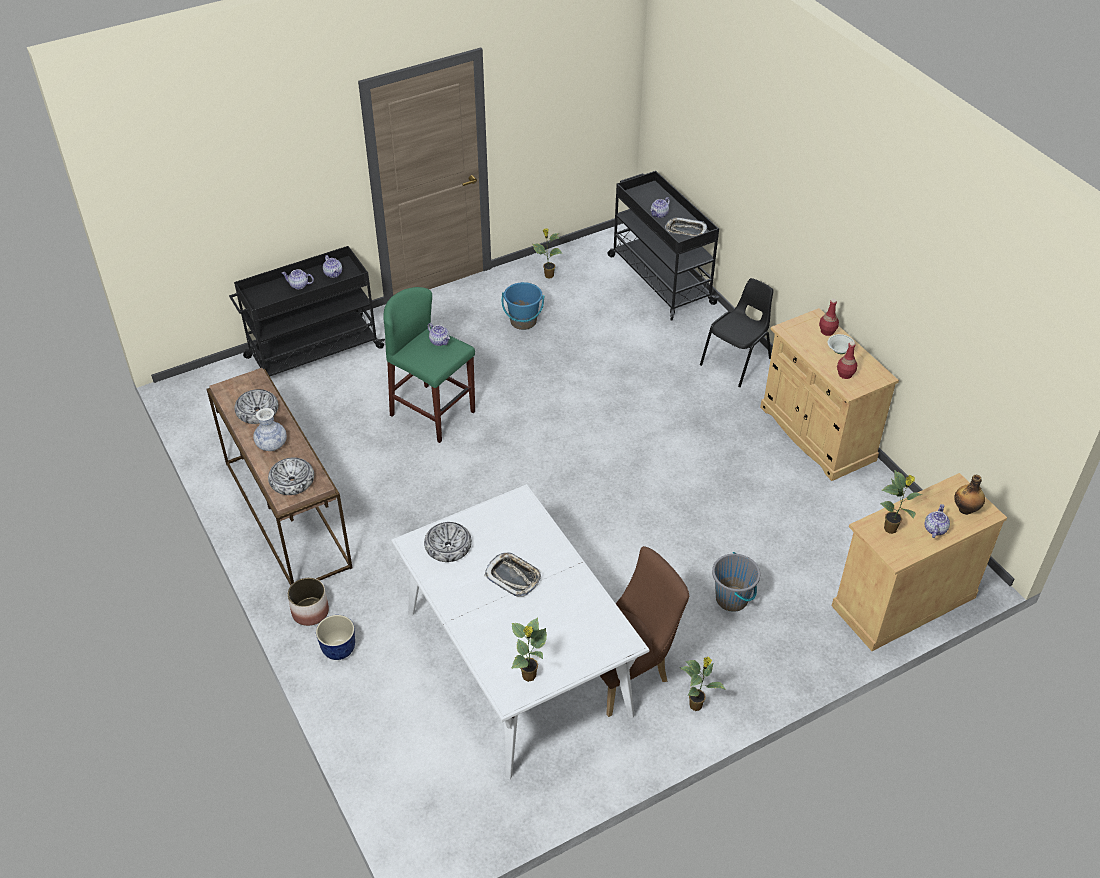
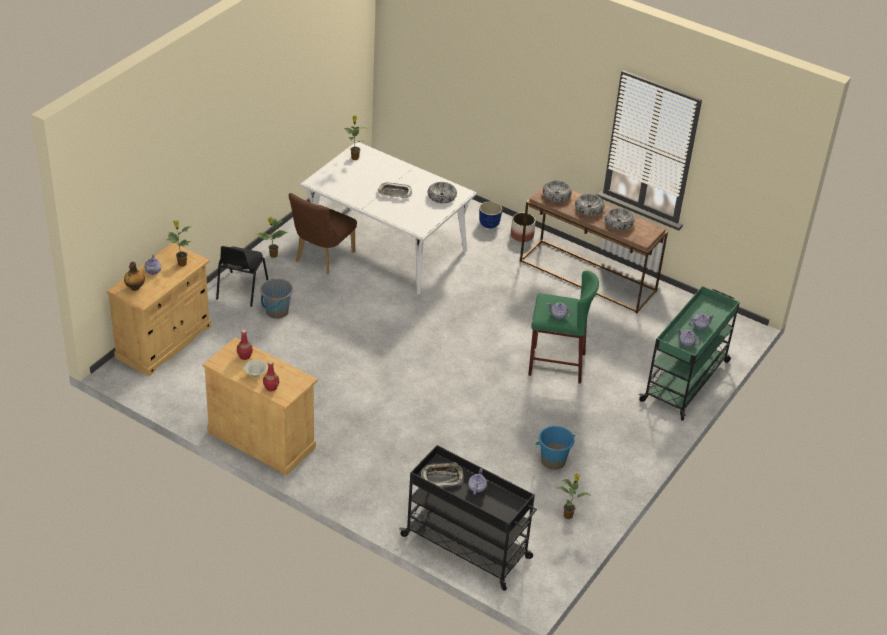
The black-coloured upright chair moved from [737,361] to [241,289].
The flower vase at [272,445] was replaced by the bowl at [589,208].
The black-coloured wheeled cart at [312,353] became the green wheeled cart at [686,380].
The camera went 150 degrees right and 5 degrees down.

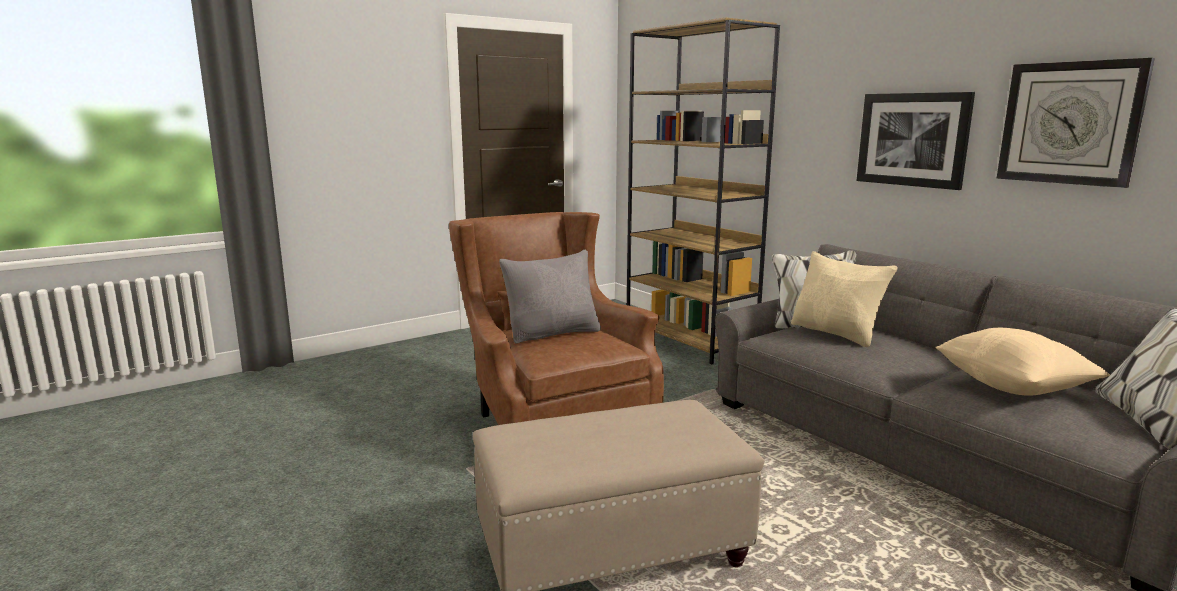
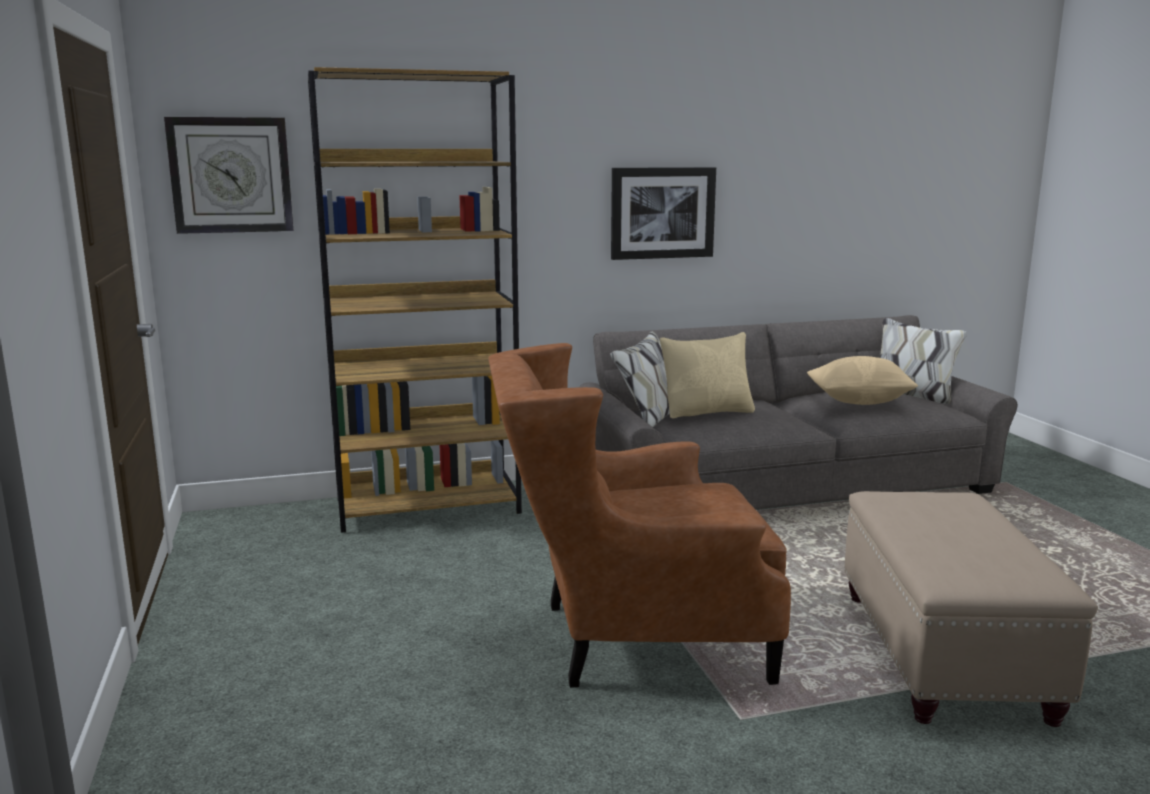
The wall clock moved from [1070,123] to [231,175].
The grey cushion at [553,333] disappeared.
The camera went 70 degrees left and 0 degrees up.

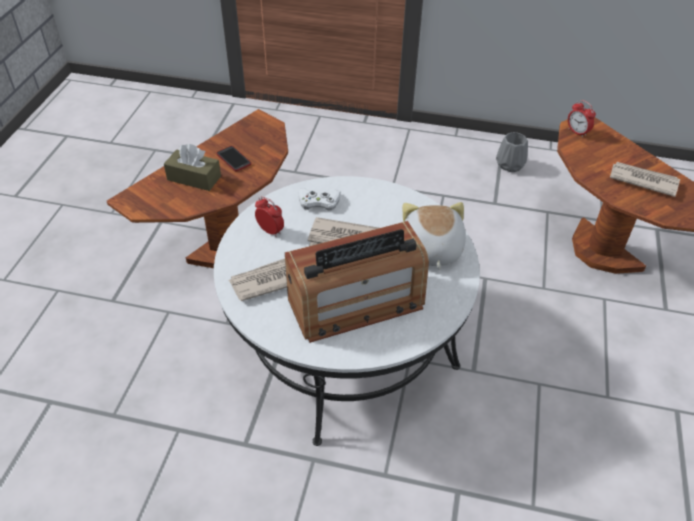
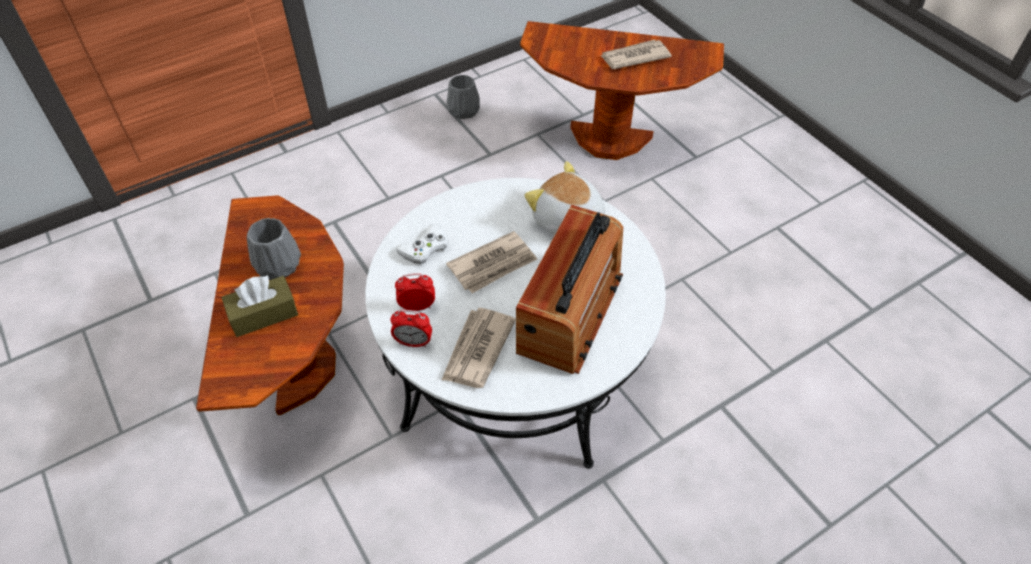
The telephone at [233,159] was replaced by the grey flower vase at [279,266].
The table clock moved from [577,132] to [413,342].
The camera went 45 degrees left and 5 degrees up.

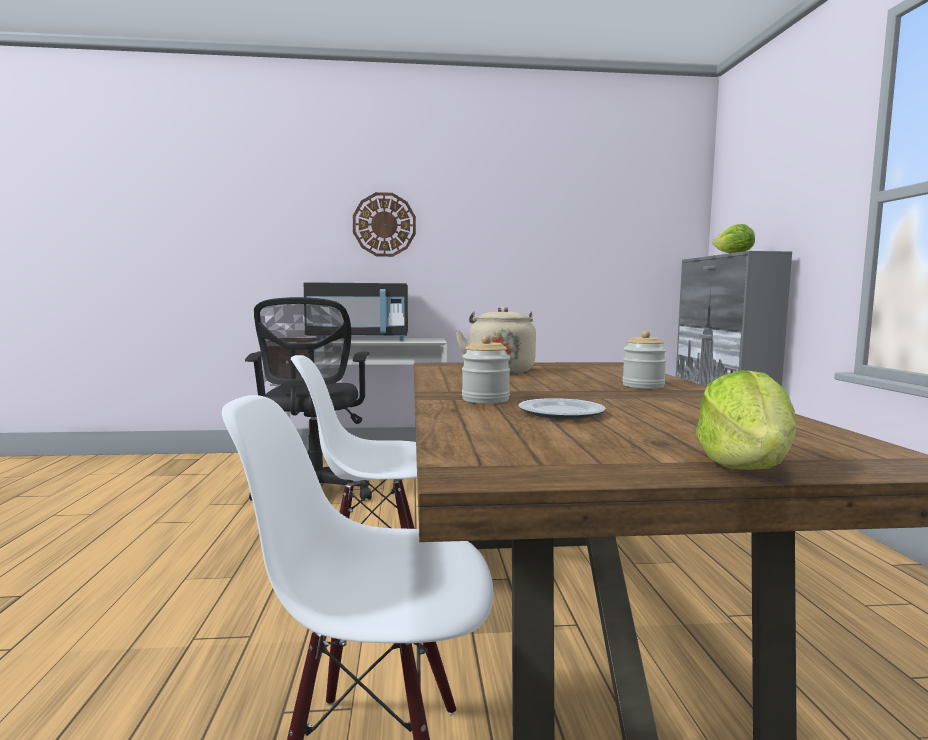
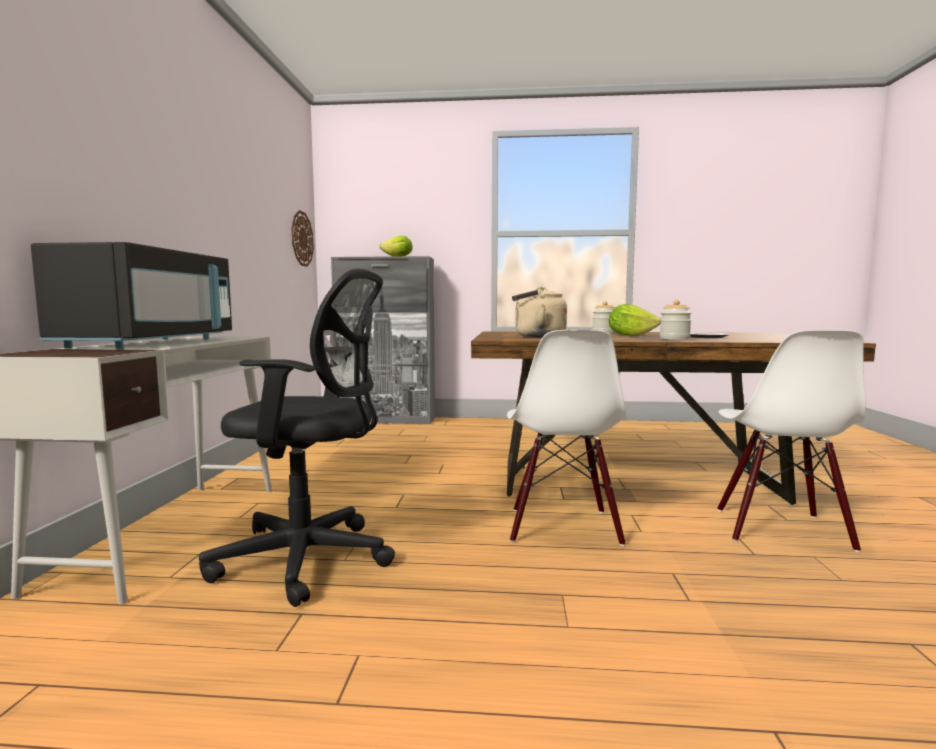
The wall clock moved from [384,224] to [301,239].
The lettuce moved from [745,466] to [630,335].
The camera went 80 degrees left and 0 degrees up.

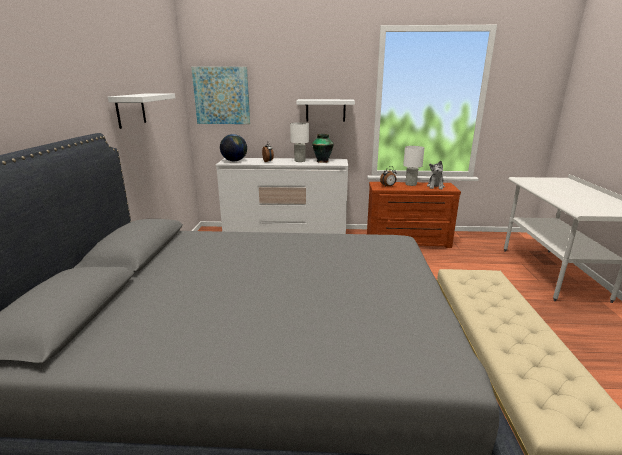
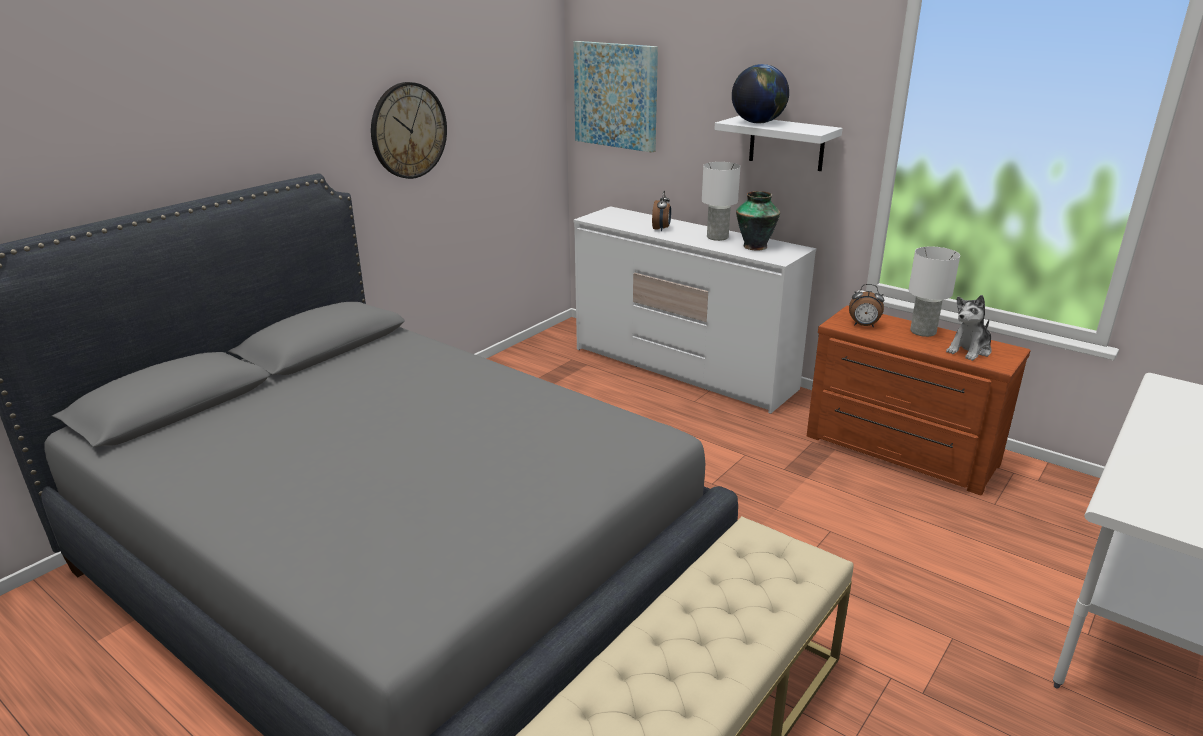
The white-coloured bracket shelf at [130,110] was replaced by the wall clock at [408,130].
The desk globe moved from [234,161] to [758,123].
The camera went 35 degrees right and 5 degrees up.

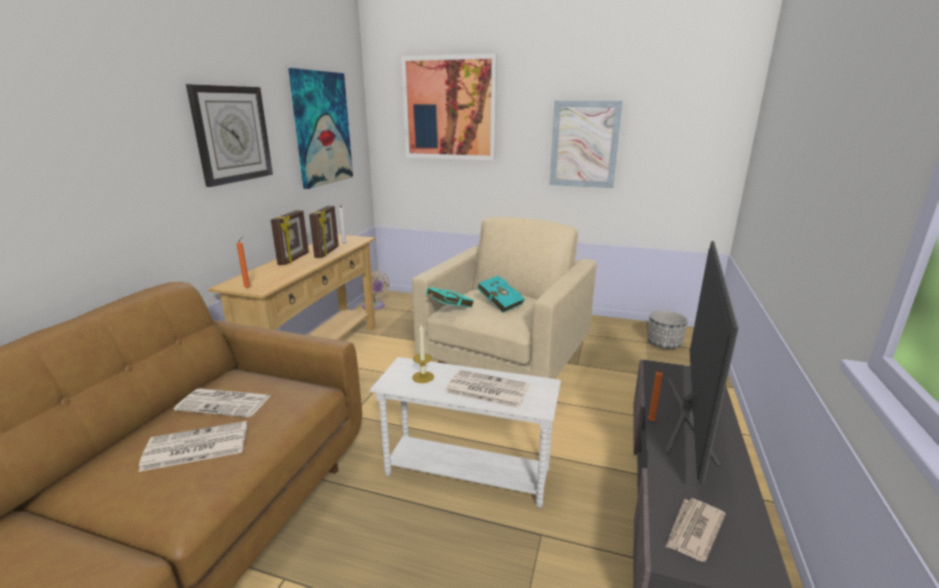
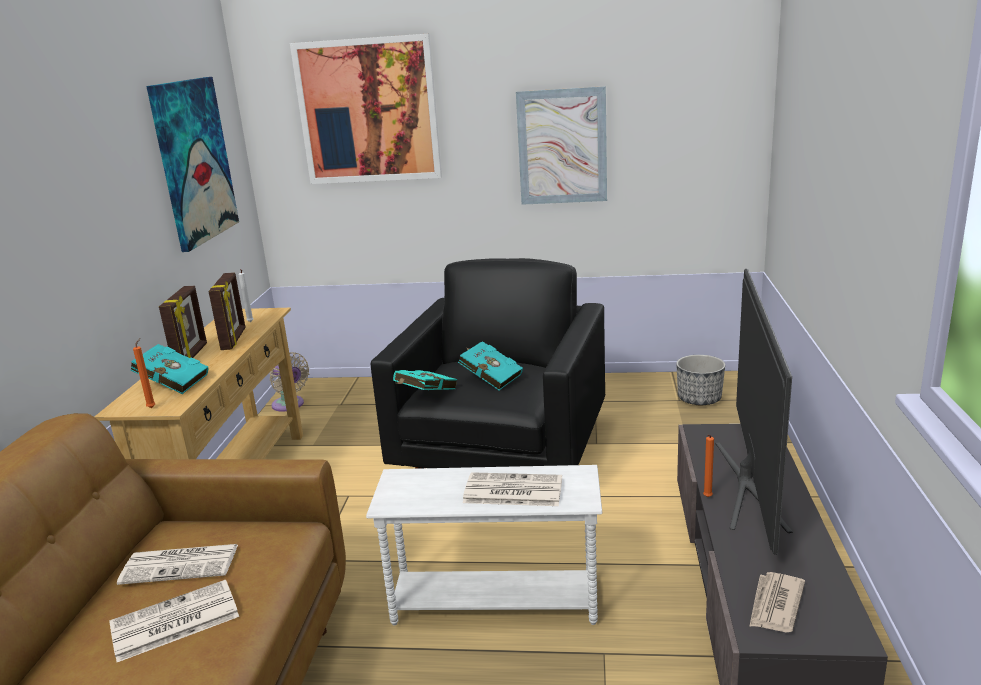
The turquoise-coloured book at [171,383] appeared.
The beige-coloured armchair at [505,365] became the black-coloured armchair at [503,460].
The wall clock at [232,134] disappeared.
The candle at [423,377] disappeared.
The camera went 10 degrees left and 0 degrees up.

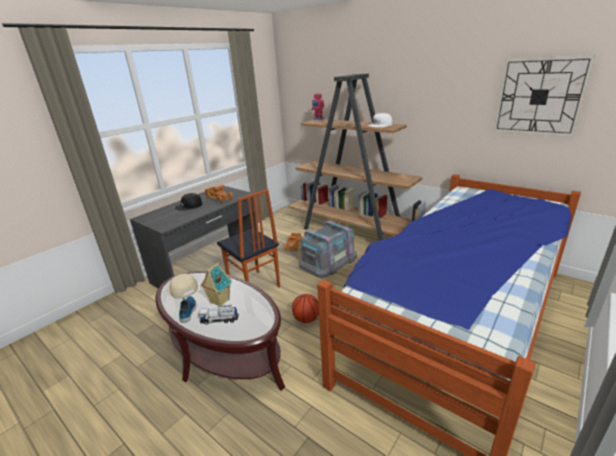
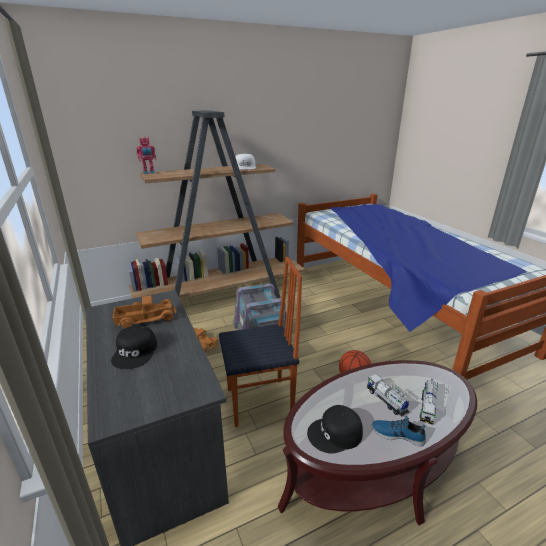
The beige-coloured peaked cap at [182,289] became the black-coloured peaked cap at [335,434].
The model house at [219,301] was replaced by the model truck at [386,400].
The wall clock at [539,97] disappeared.
The camera went 65 degrees left and 0 degrees up.

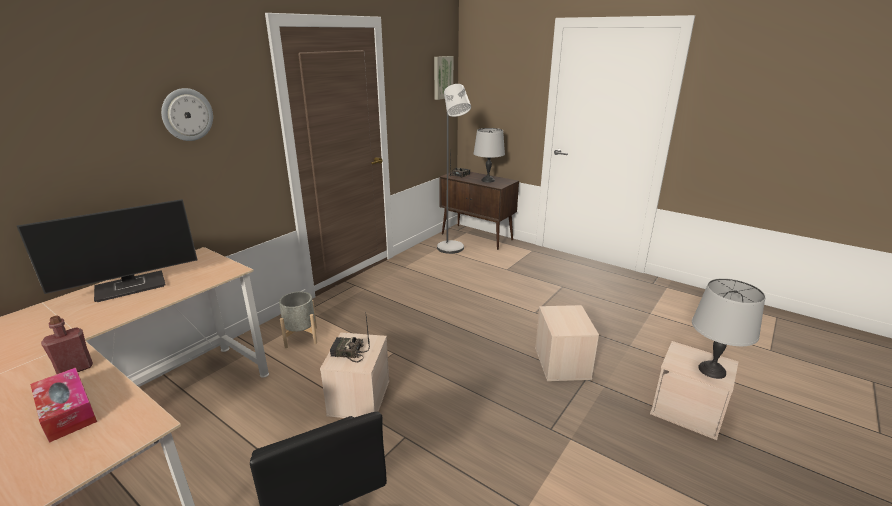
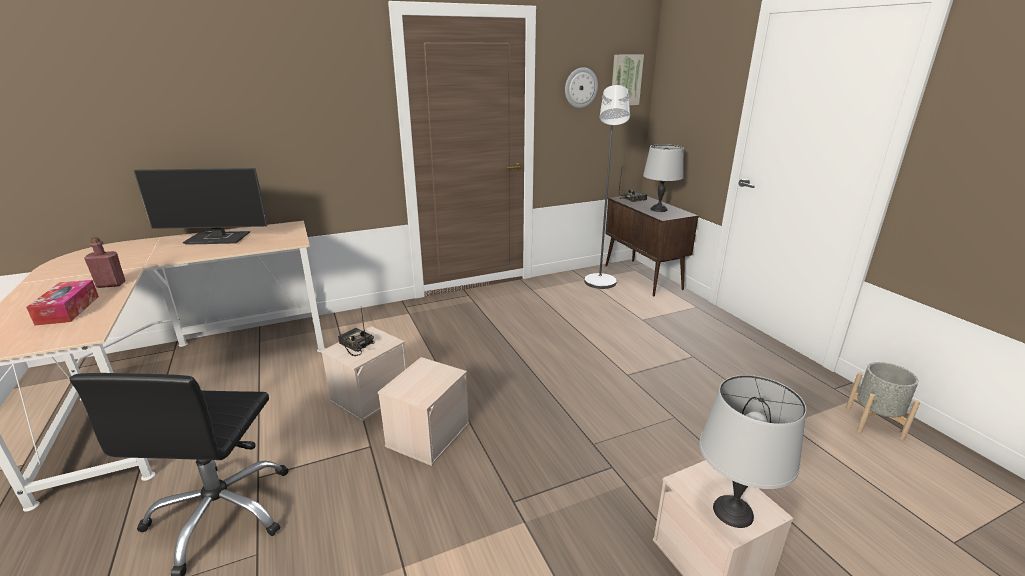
The beige-coloured storage container moved from [561,362] to [428,434].
The wall clock moved from [187,114] to [580,87].
The grey plant pot moved from [301,337] to [873,422].
The camera went 30 degrees right and 0 degrees up.

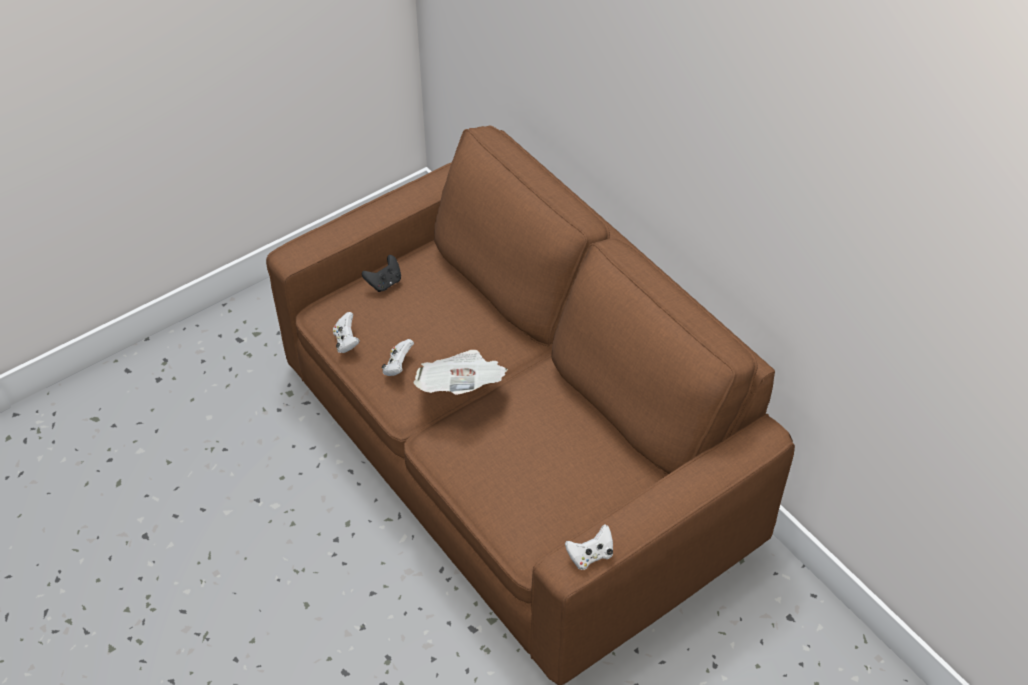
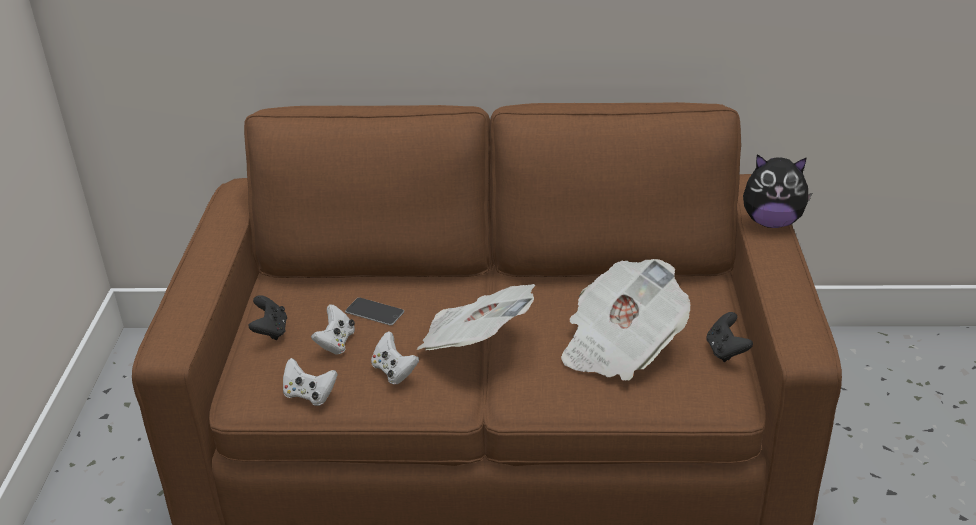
The white-coloured game controller moved from [590,555] to [336,343].
The telephone at [374,312] appeared.
The daily paper at [620,346] appeared.
The black-coloured game controller at [725,351] appeared.
The plush toy at [771,222] appeared.
The camera went 50 degrees left and 15 degrees down.

